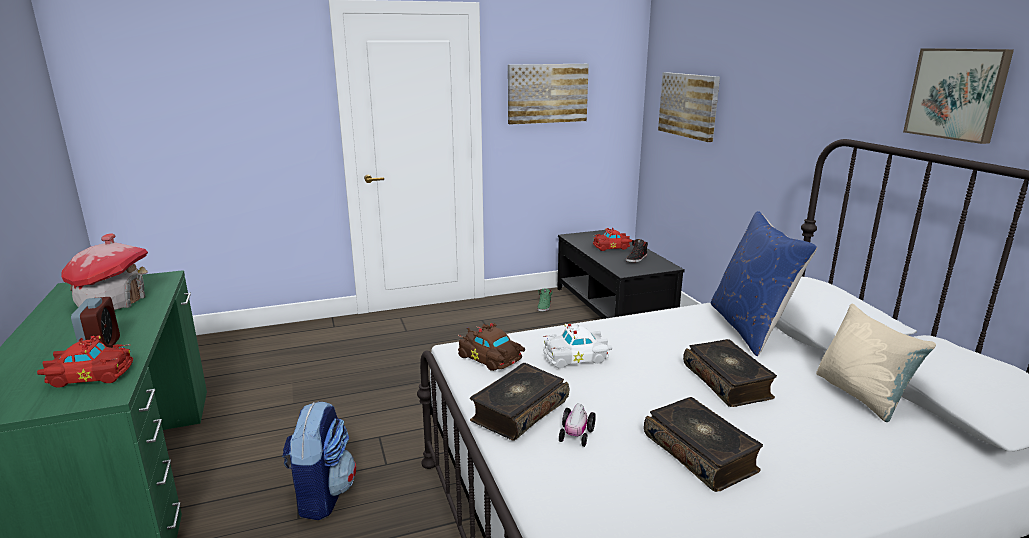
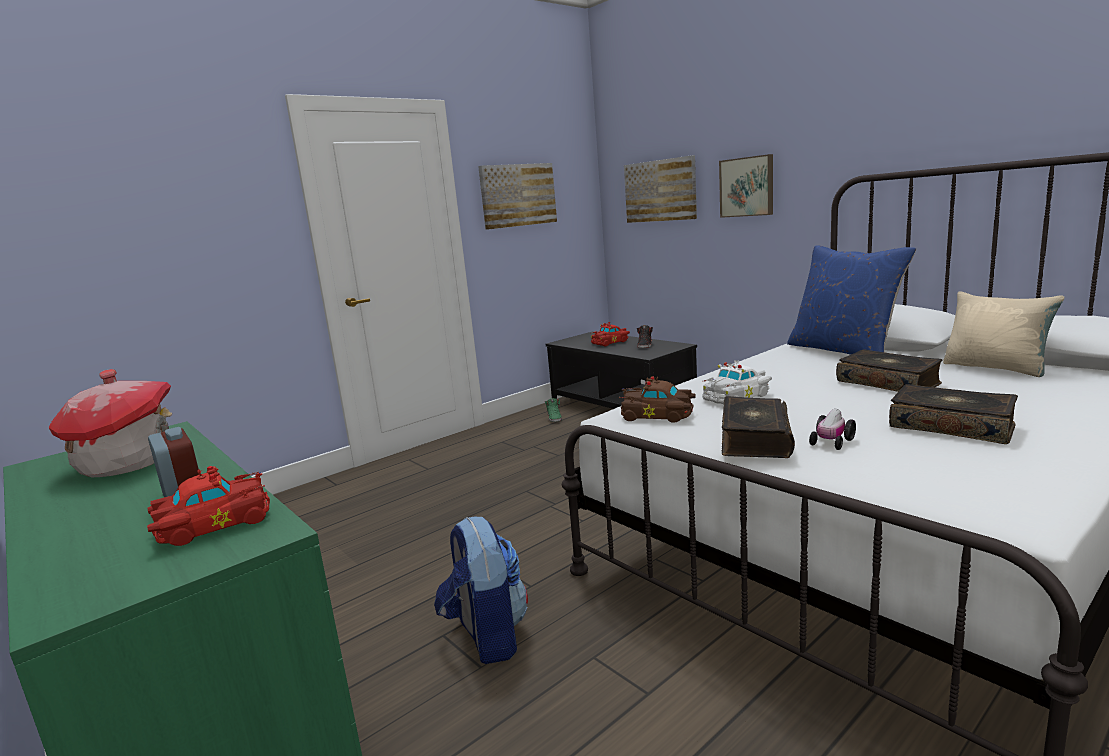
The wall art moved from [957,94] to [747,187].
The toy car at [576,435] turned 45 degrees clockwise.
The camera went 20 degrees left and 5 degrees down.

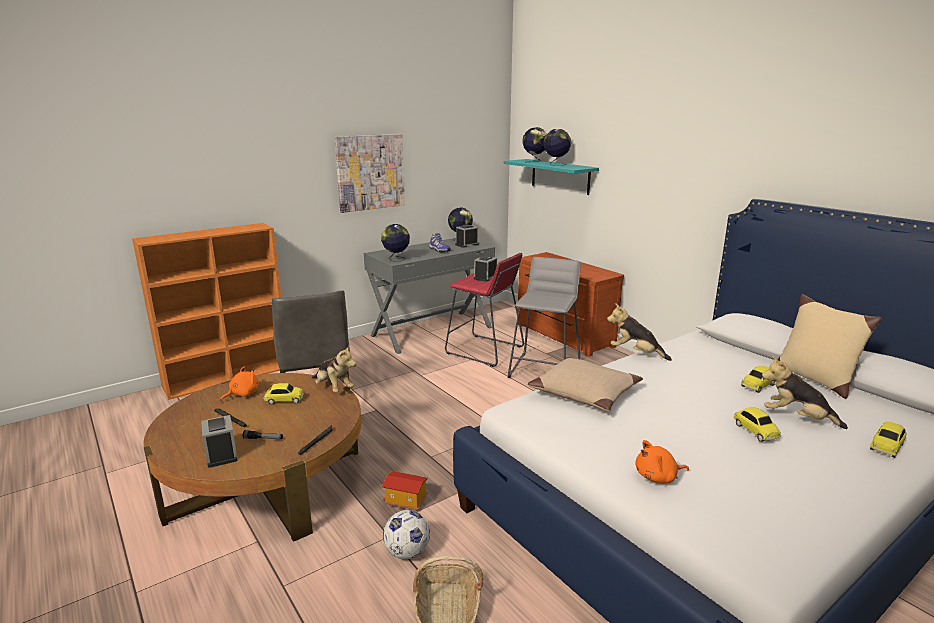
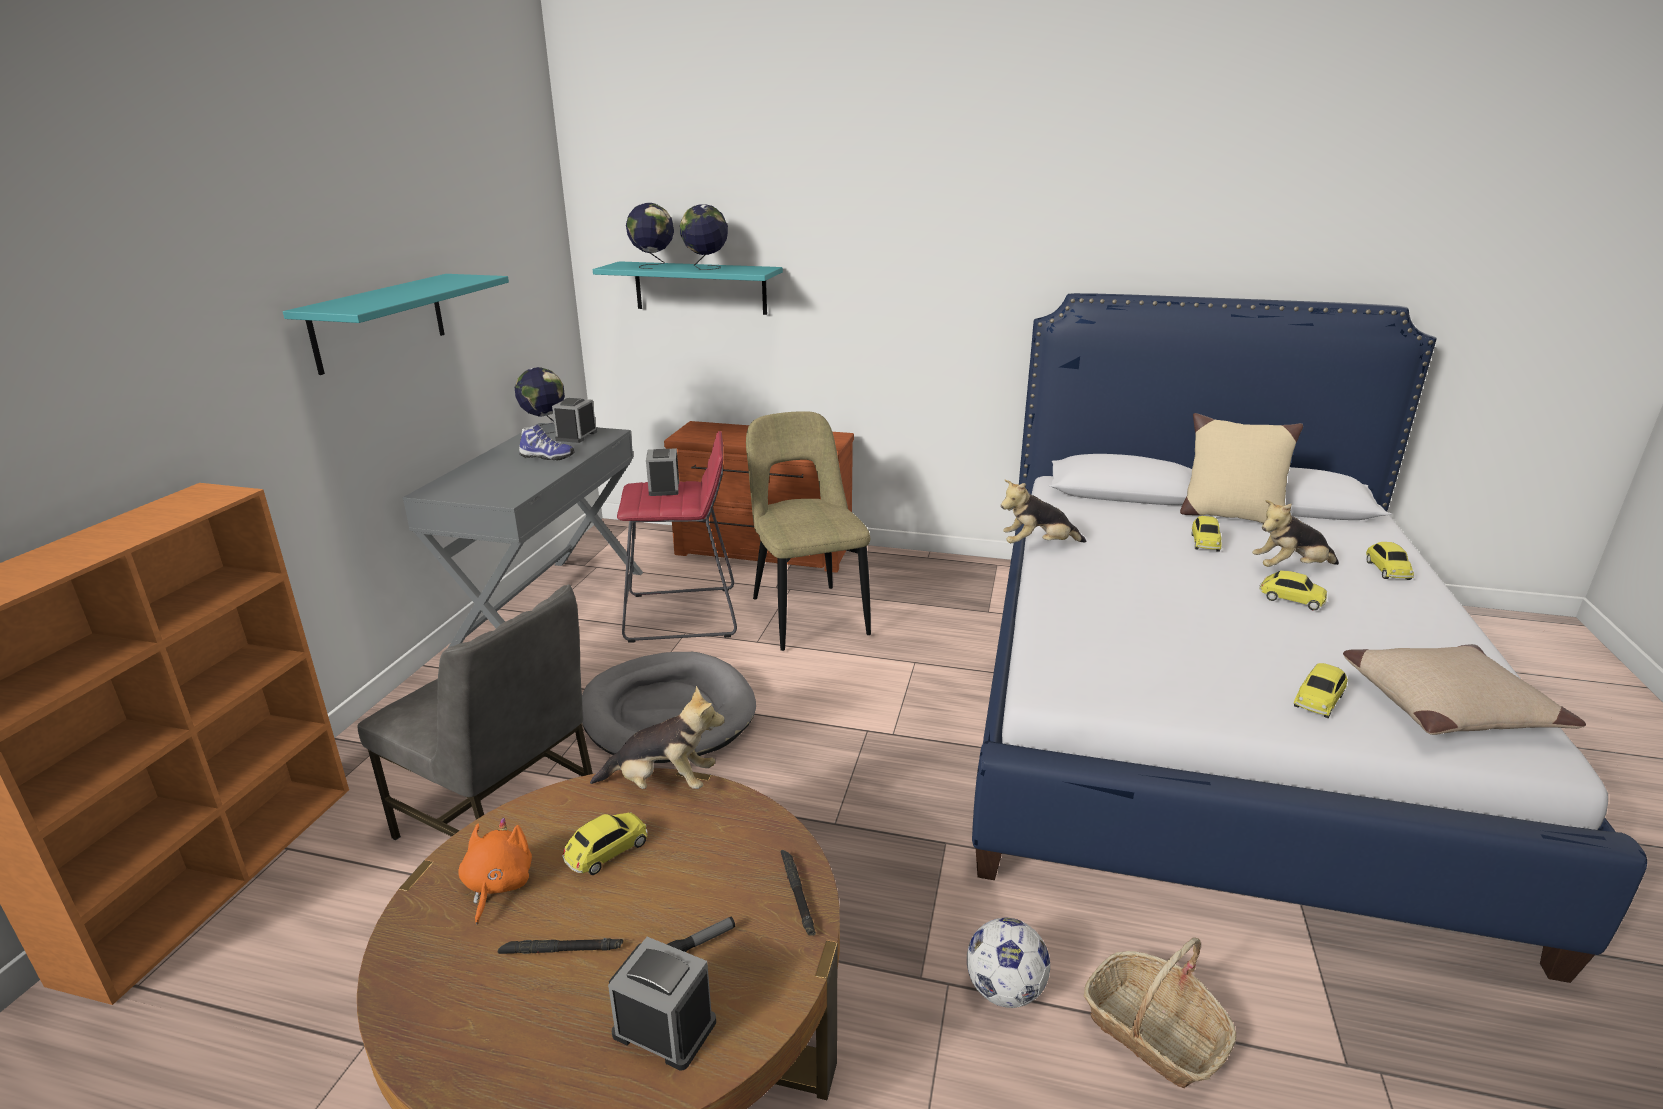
The wall art at [370,172] was replaced by the turquoise-coloured bracket shelf at [379,322].
The grey pet bed at [668,713] appeared.
The grey sitting stool at [544,370] was replaced by the beige-coloured upright chair at [807,614].
The orange plush toy at [658,477] was replaced by the toy car at [1319,700].
The beige-coloured cushion moved from [585,393] to [1447,705].
The desk globe at [396,260] disappeared.
The model house at [405,502] disappeared.
The camera went 40 degrees left and 5 degrees up.

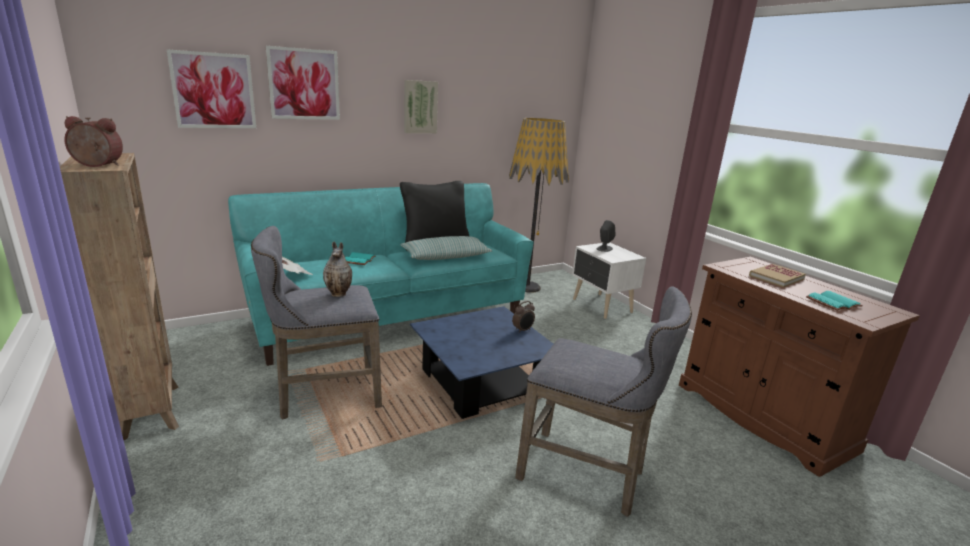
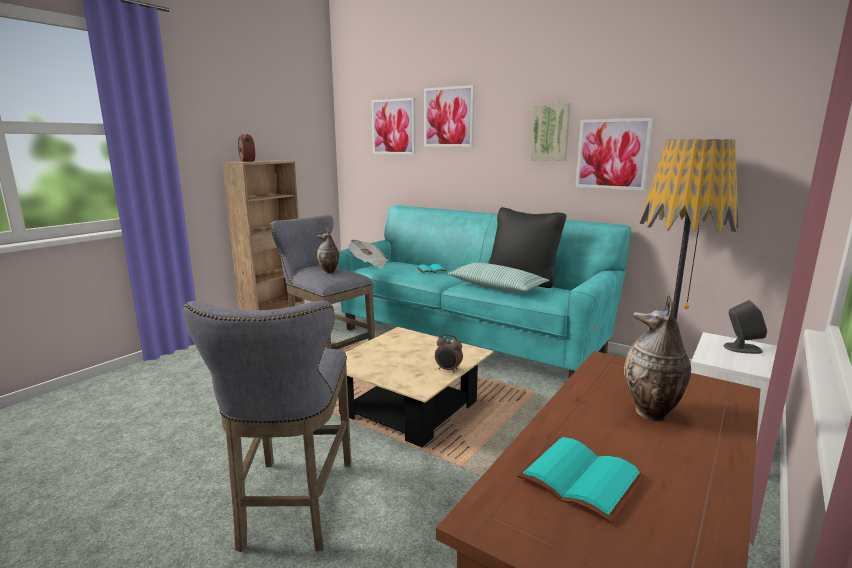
The blue low table at [481,382] became the beige-coloured low table at [409,408].
The wall art at [612,154] appeared.
The book at [776,277] was replaced by the flower vase at [652,413].
The camera went 65 degrees right and 5 degrees down.

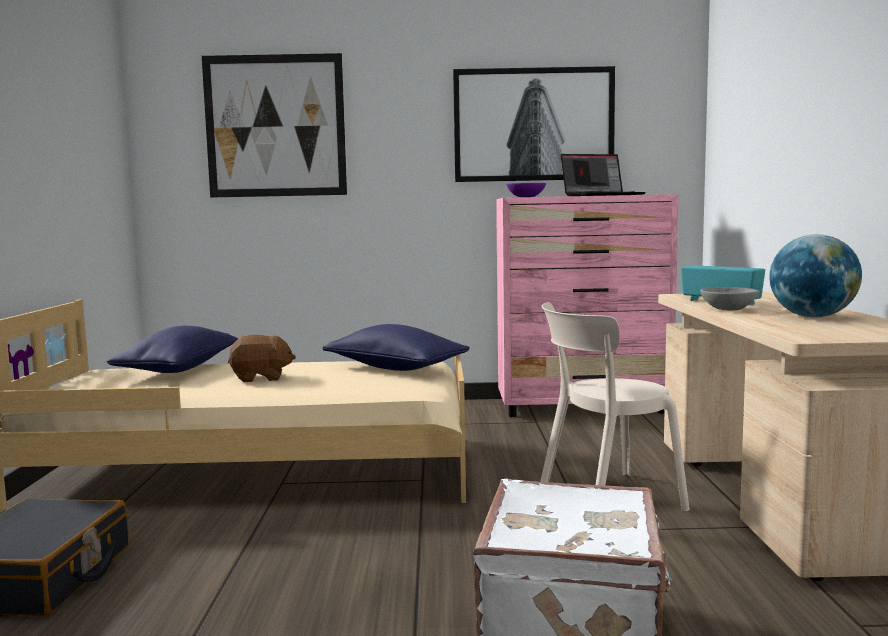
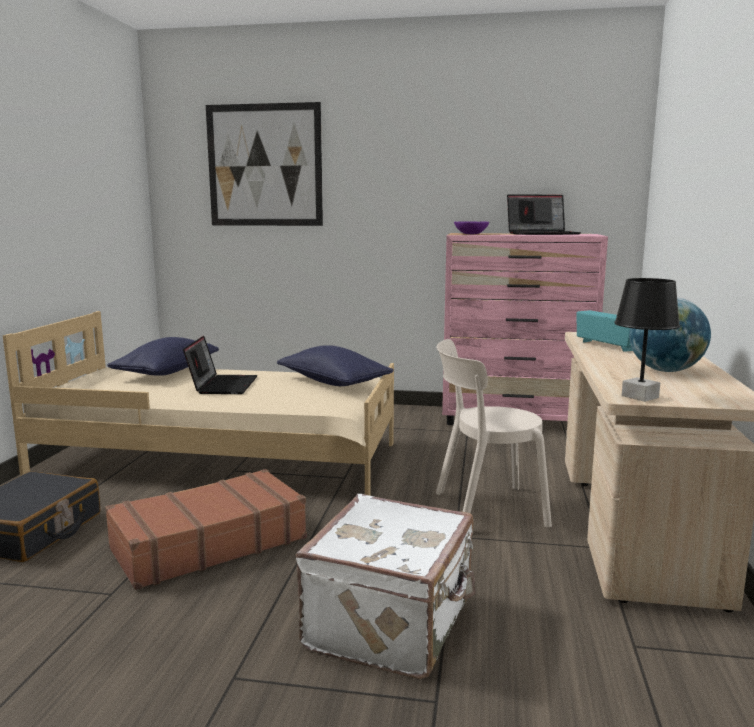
The brownish piece of luggage at [208,543] appeared.
The brownish plush toy at [261,378] was replaced by the notebook computer at [222,385].
The black-coloured tabletop lamp at [639,396] appeared.
The wall art at [533,125] disappeared.
The grey bowl at [728,309] disappeared.
The camera went 10 degrees right and 5 degrees up.

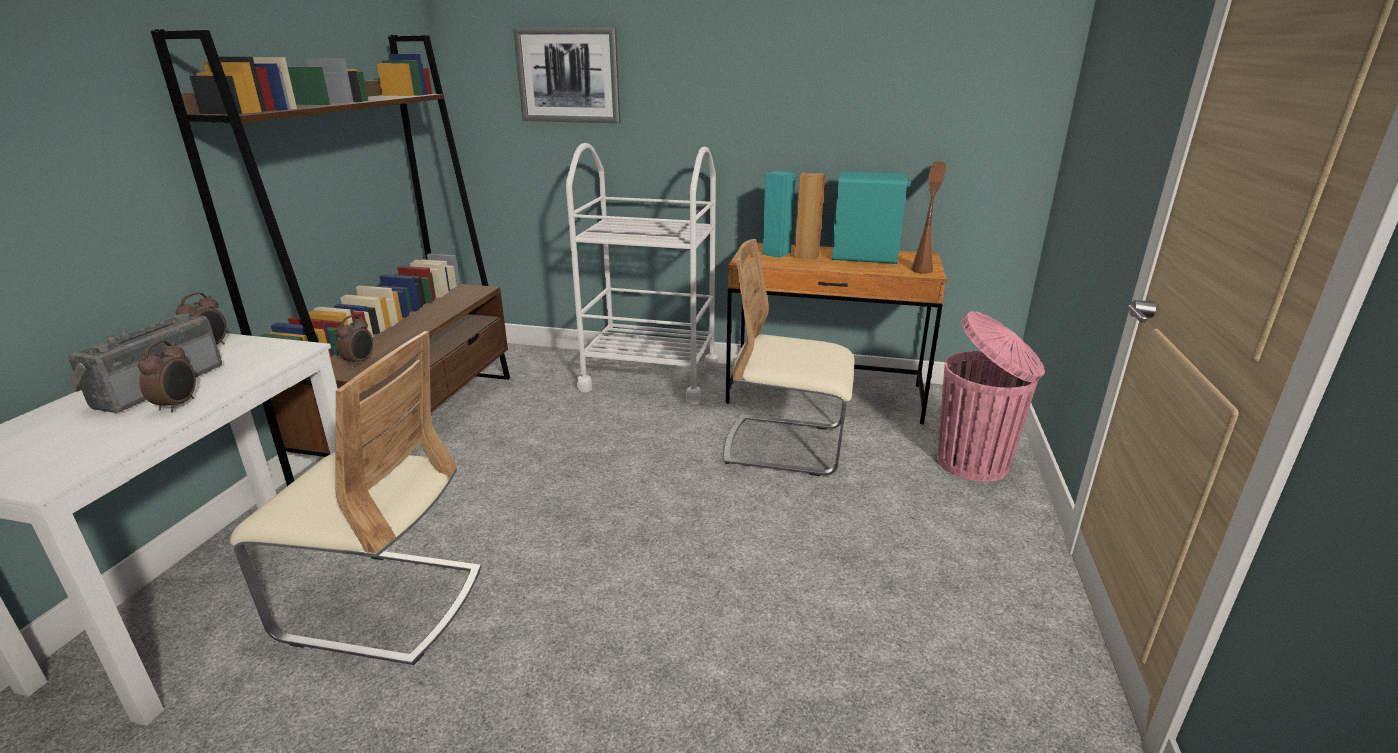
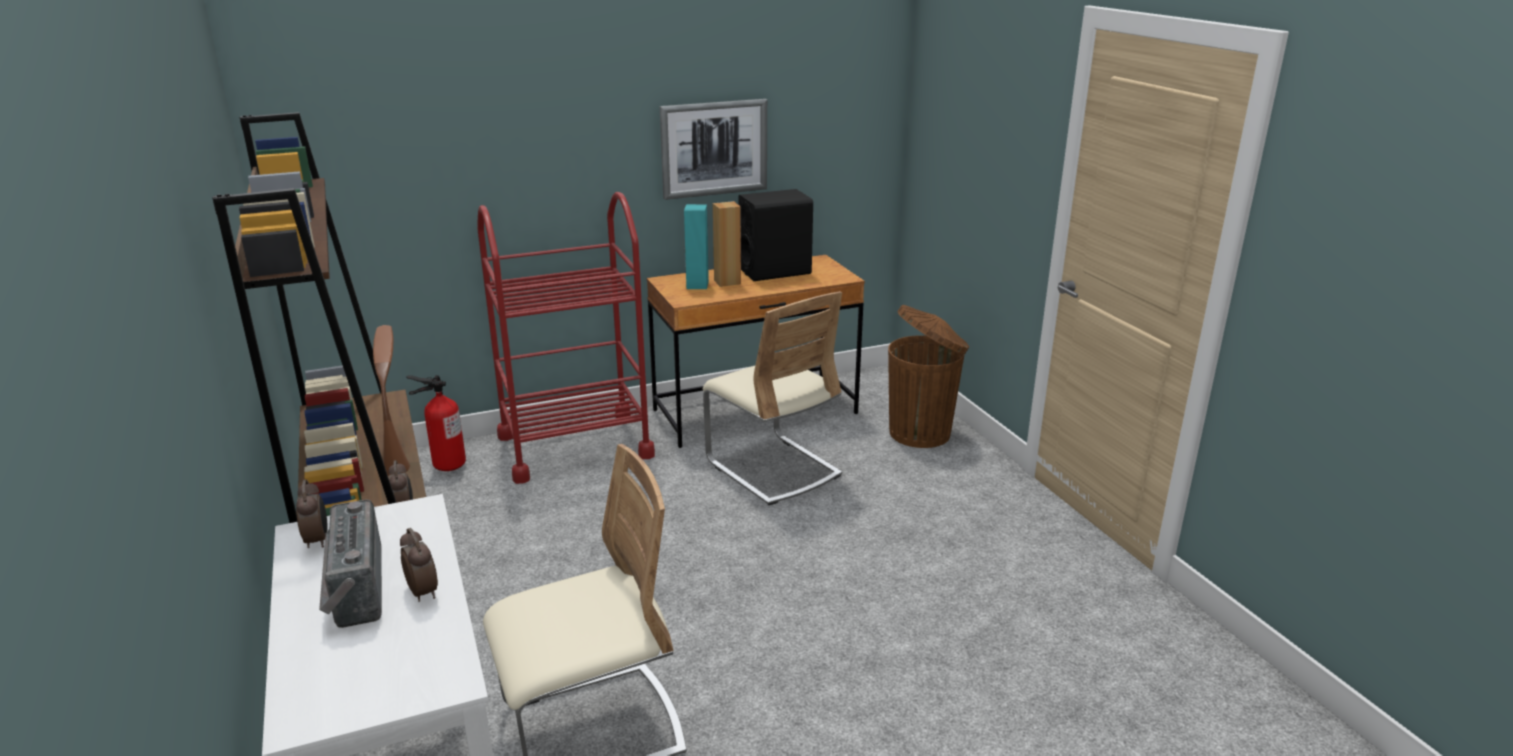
The brownish tabletop lamp moved from [924,261] to [398,450].
The fire extinguisher at [448,464] appeared.
The white-coloured wheeled cart at [650,377] became the reddish wheeled cart at [575,446].
The wall art moved from [568,75] to [714,148].
The beige-coloured upright chair at [785,446] turned 105 degrees counterclockwise.
The turquoise-coloured loudspeaker at [865,256] became the black-coloured loudspeaker at [775,271].
The pink-coloured trash can at [975,463] became the brownish trash can at [921,433].
The camera went 35 degrees left and 0 degrees up.

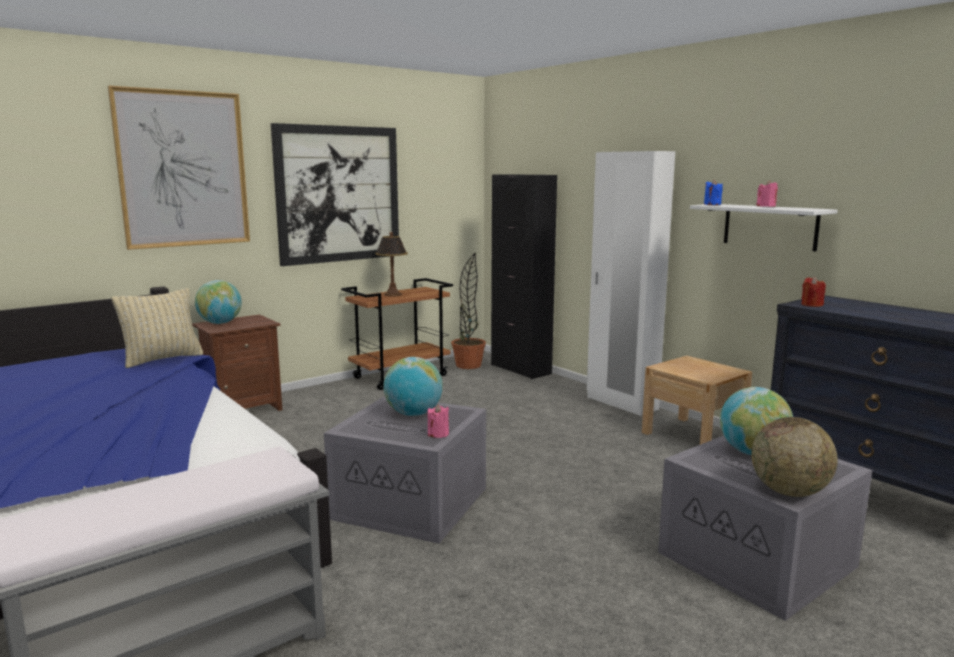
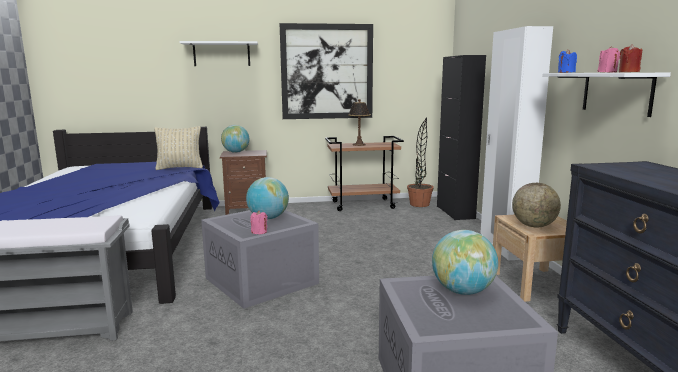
The wall art at [183,169] was replaced by the white-coloured bracket shelf at [221,54].
The desk globe moved from [789,492] to [534,226].
The reddish candle moved from [811,305] to [628,72].
The camera went 30 degrees right and 0 degrees up.

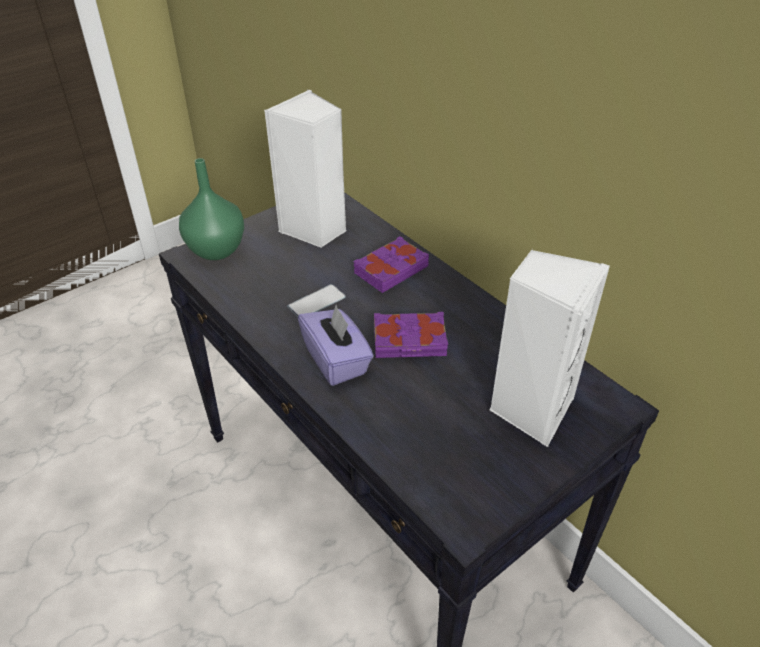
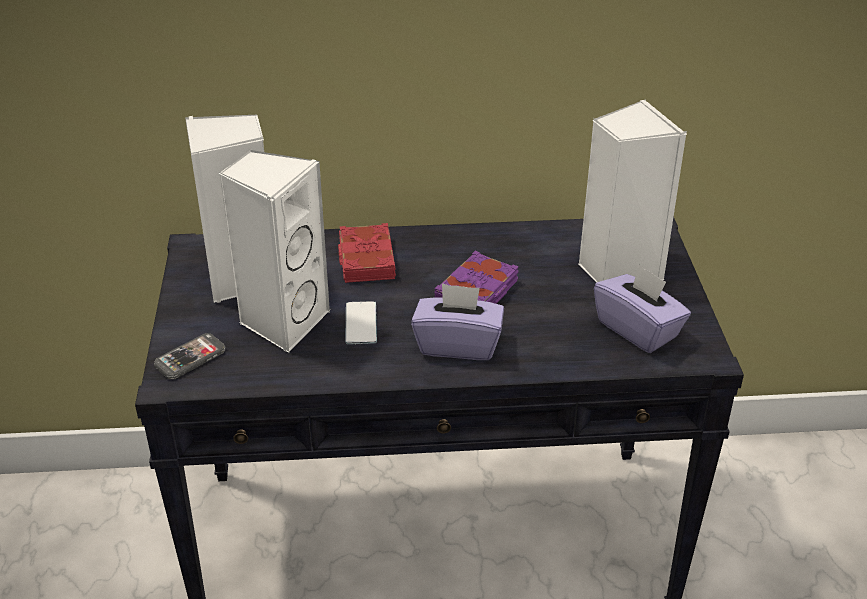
The green flower vase at [217,251] was replaced by the telephone at [190,358].
The white-coloured loudspeaker at [283,321] appeared.
The purple book at [390,269] became the reddish book at [365,260].
The purple box of tissues at [638,329] appeared.
The camera went 55 degrees left and 5 degrees down.

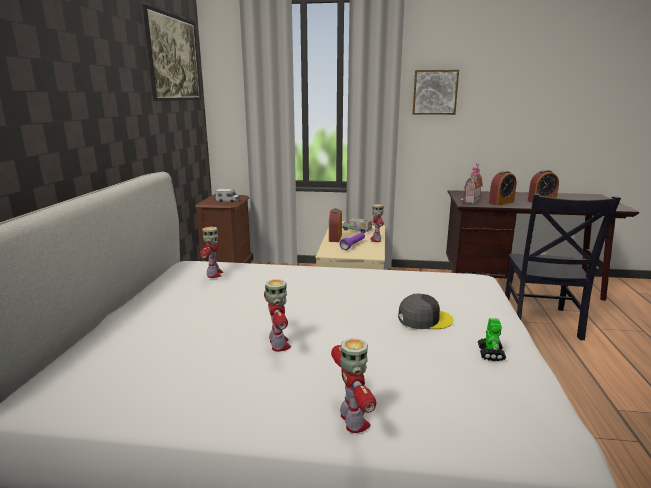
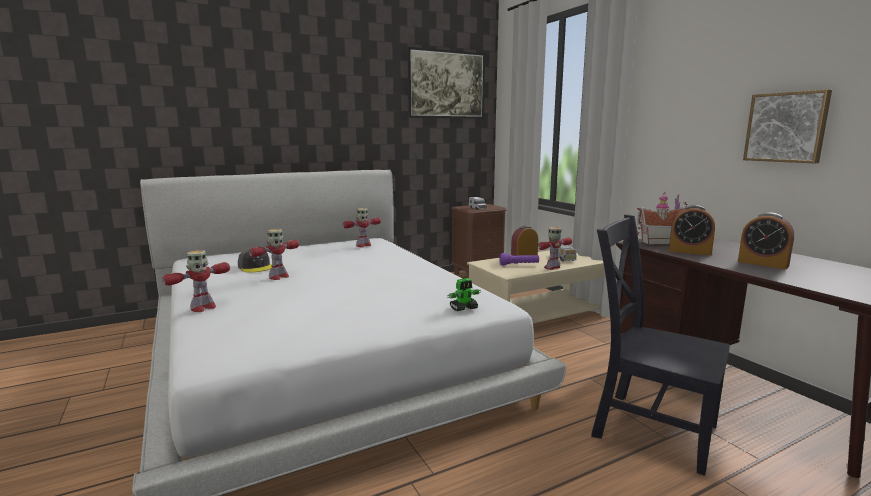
The grey peaked cap moved from [424,319] to [256,267].
The model robot moved from [490,353] to [464,308].
The black-coloured upright chair at [540,323] turned 60 degrees clockwise.
The wall art moved from [435,92] to [786,127].
The camera went 55 degrees right and 5 degrees down.

